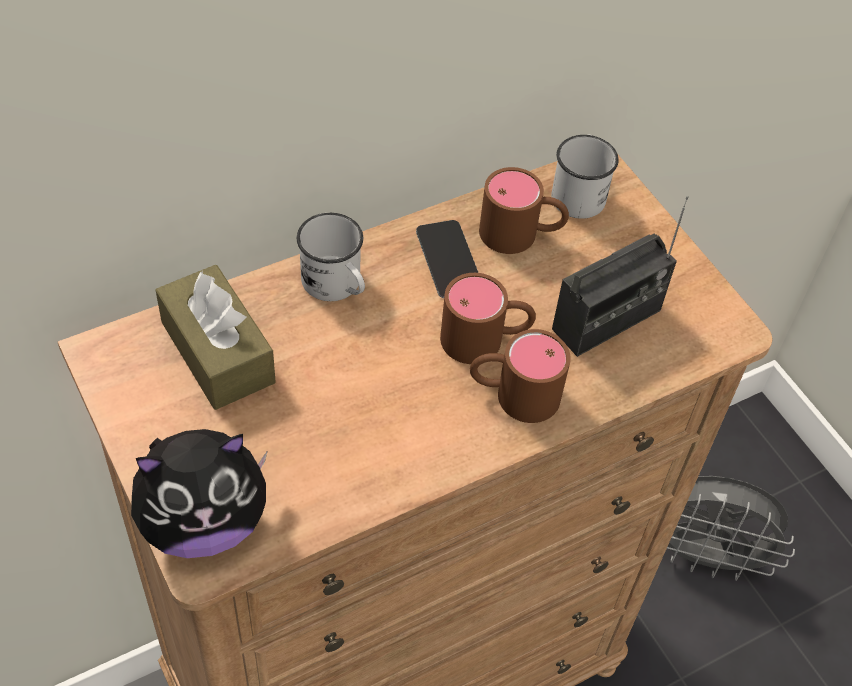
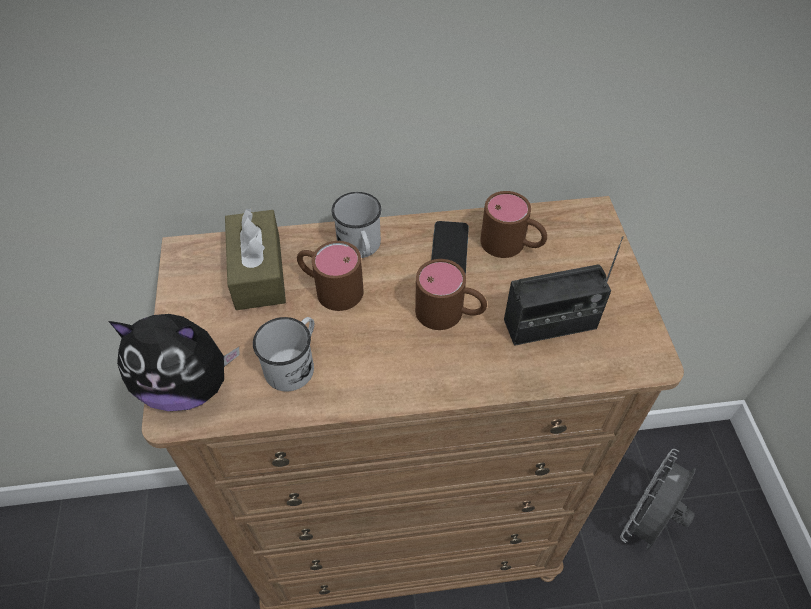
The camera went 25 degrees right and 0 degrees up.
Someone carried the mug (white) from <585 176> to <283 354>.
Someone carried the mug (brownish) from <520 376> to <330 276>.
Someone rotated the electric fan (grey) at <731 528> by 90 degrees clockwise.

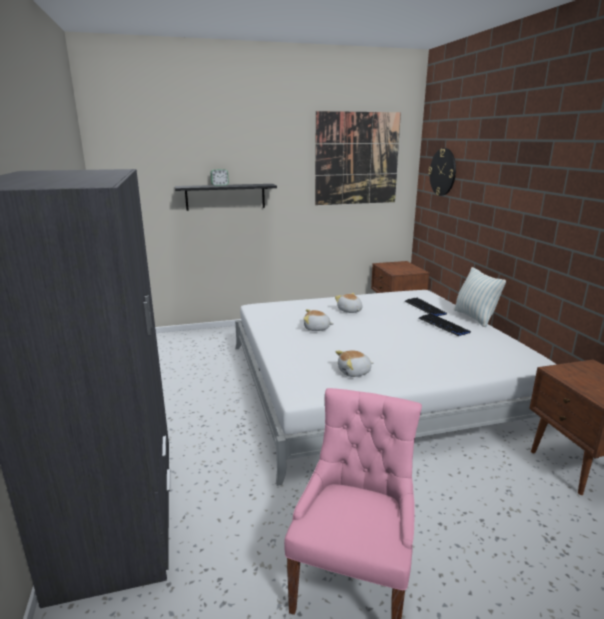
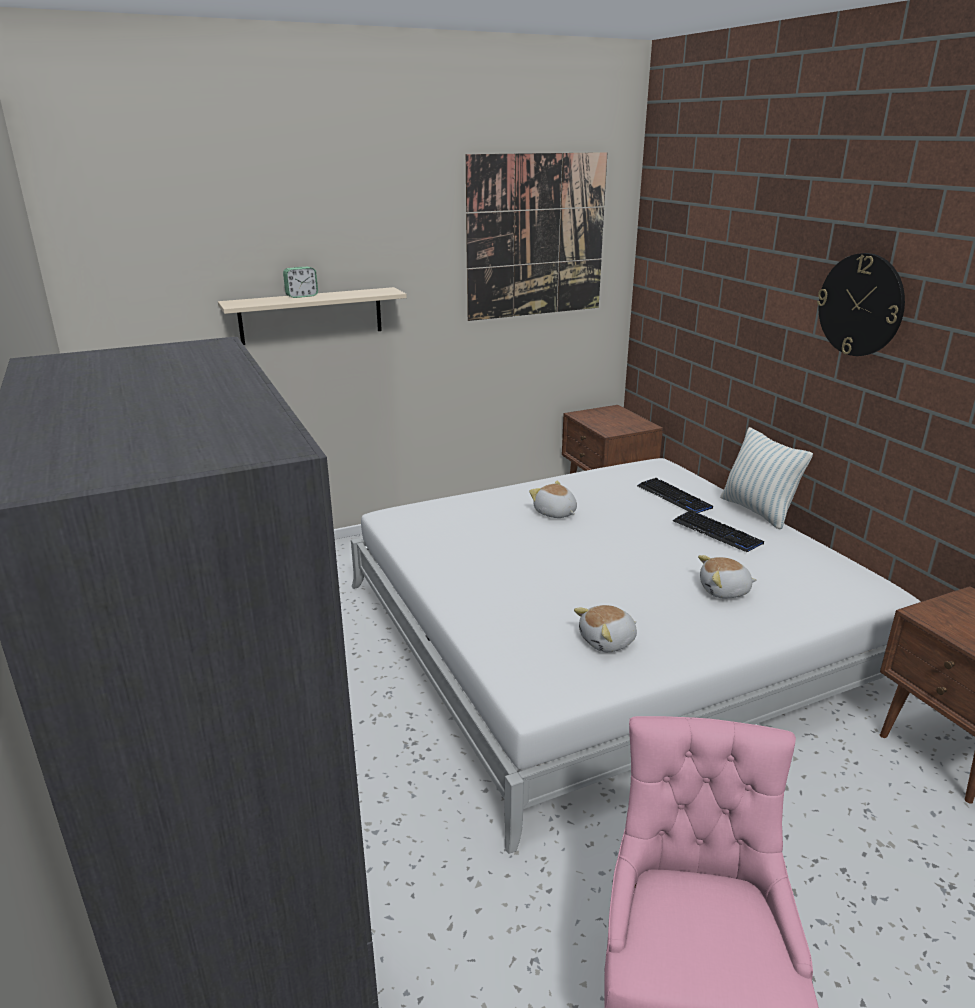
The camera went 10 degrees left and 5 degrees up.
Someone repainted the shelf (blackish) at <226 197>, which became the shelf (beige-coloured) at <312 316>.
Someone carried the plush toy from <318 320> to <727 576>.
Someone carried the clock on the wall from <442 172> to <861 304>.

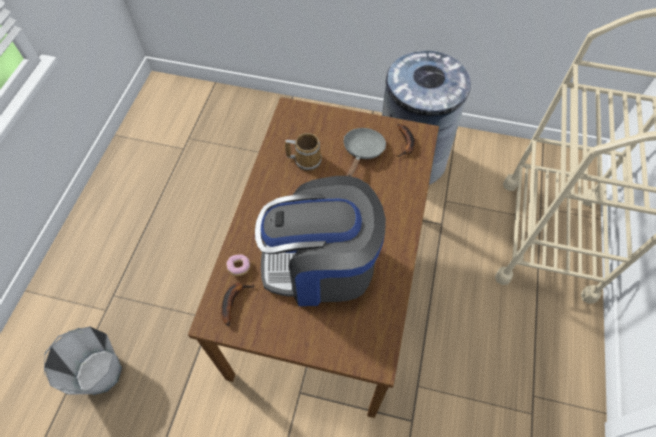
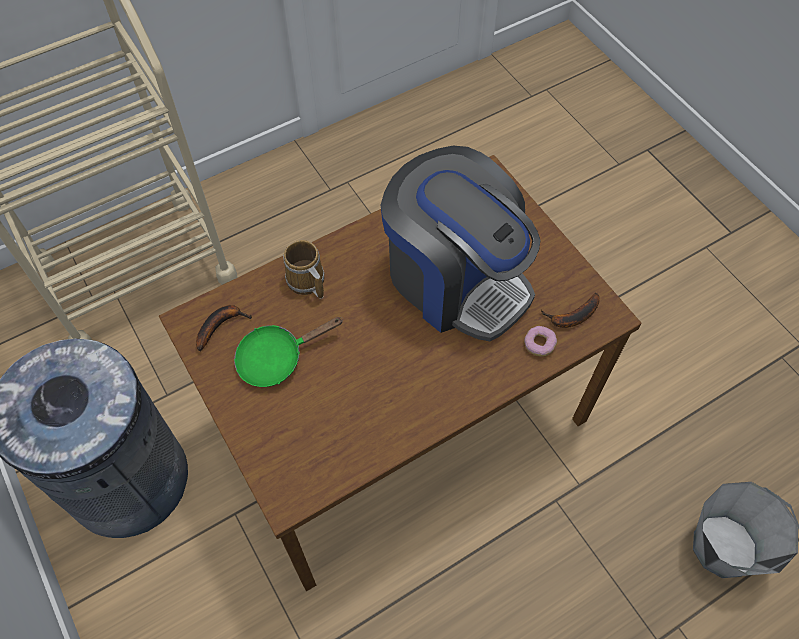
The camera went 135 degrees left and 0 degrees up.
Someone repainted the pan (grey) at <365 152>, which became the pan (green) at <288 352>.
Someone carried the mug from <303 152> to <303 269>.

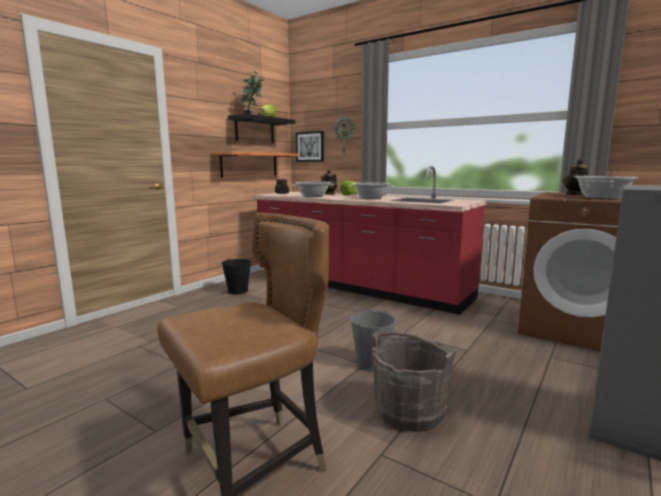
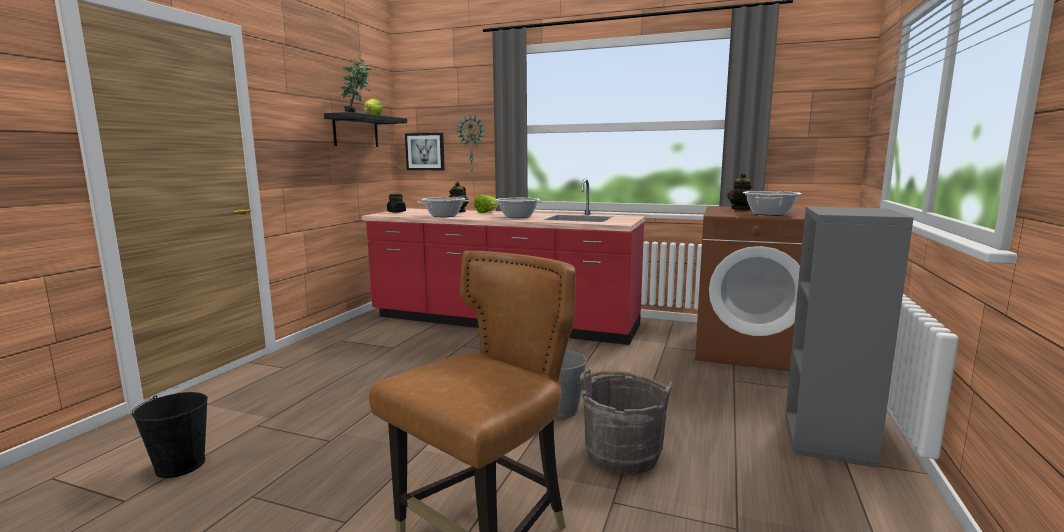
The camera went 15 degrees left and 0 degrees up.
Someone carried the pail (blackish) from <236 276> to <170 435>.
Someone took away the shelf (orange) at <255 165>.

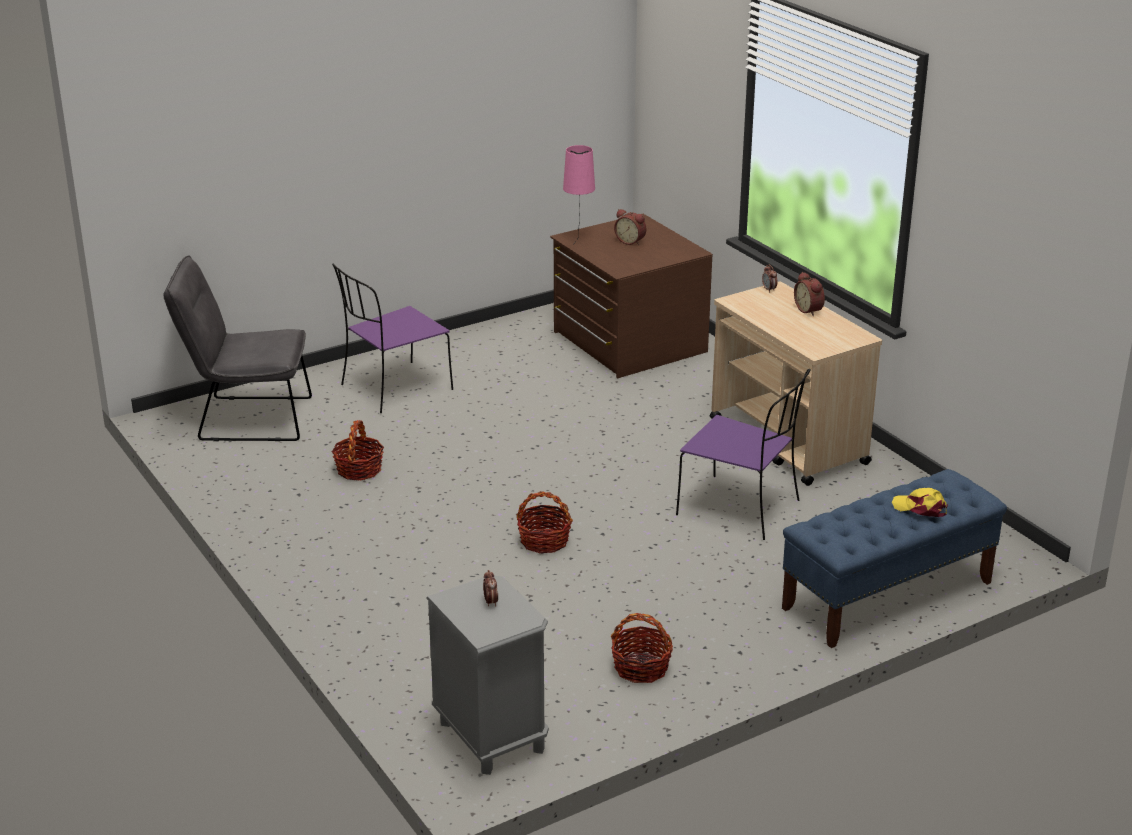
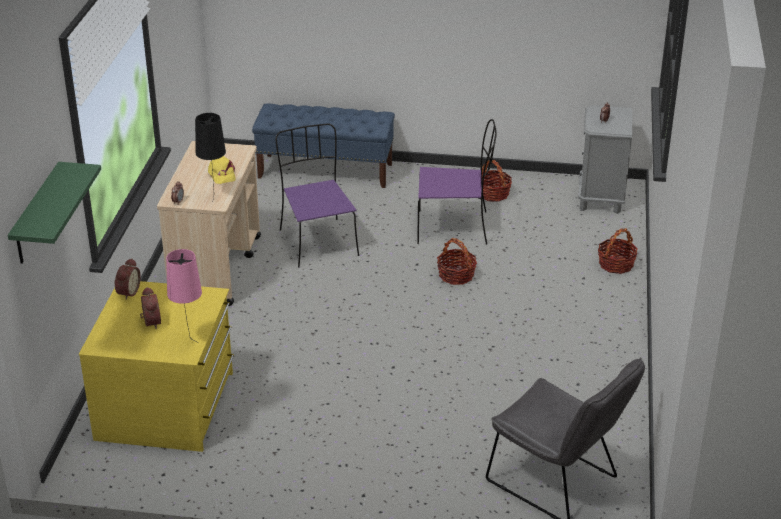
The camera went 140 degrees left and 5 degrees up.
Someone put up the shelf (green) at <54 213>.
Someone repainted the drawer chest (brownish) at <631 296>, which became the drawer chest (yellow) at <156 366>.
Someone carried the alarm clock from <809 294> to <127 279>.
Someone put down the table lamp (blackish) at <210 158>.
Someone carried the baseball cap (yellow) from <920 502> to <222 170>.
Someone carried the plain chair (purplish) from <392 338> to <457 182>.
Someone carried the basket from <358 450> to <618 251>.

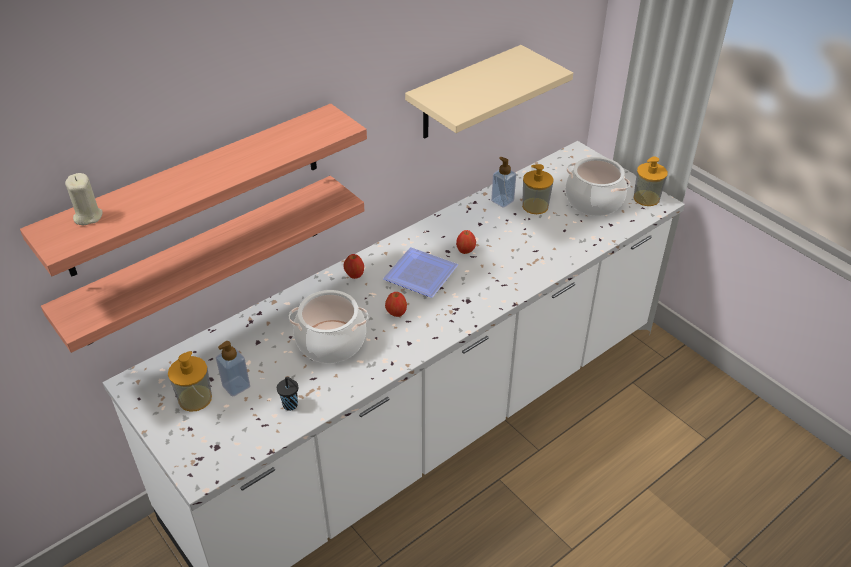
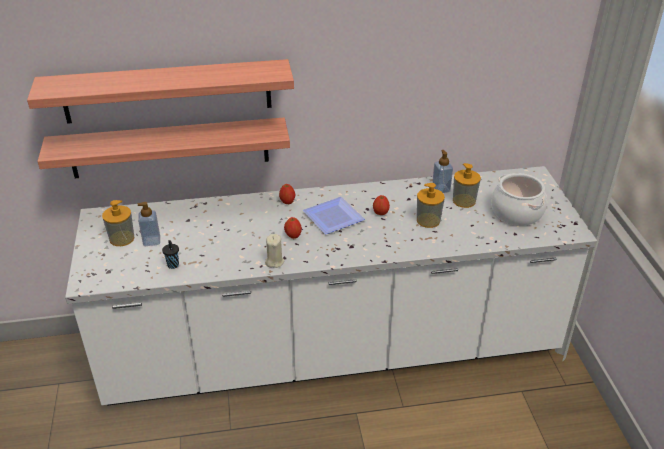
The camera went 30 degrees right and 5 degrees down.
Someone carried the wax light (beige-coloured) from <84 199> to <274 251>.
Someone carried the soap dispenser from <651 181> to <431 205>.
Someone took away the cooking pot at <328 326>.
Someone took away the shelf (beige-coloured) at <489 92>.

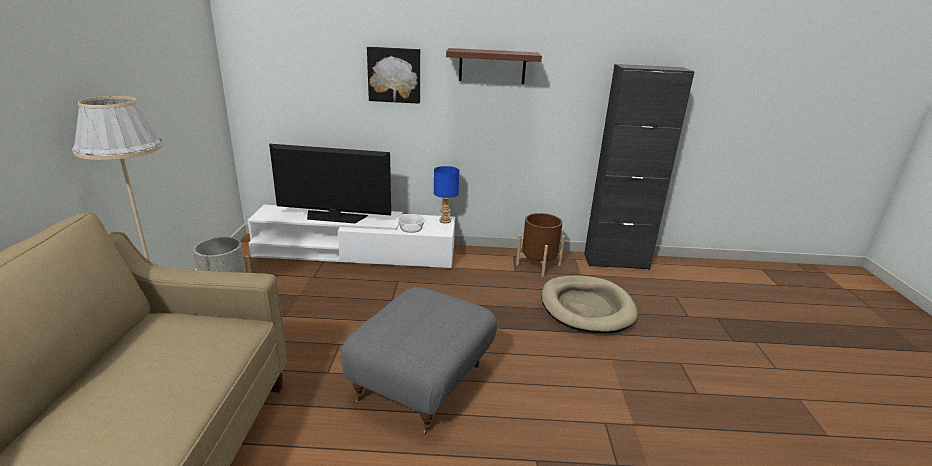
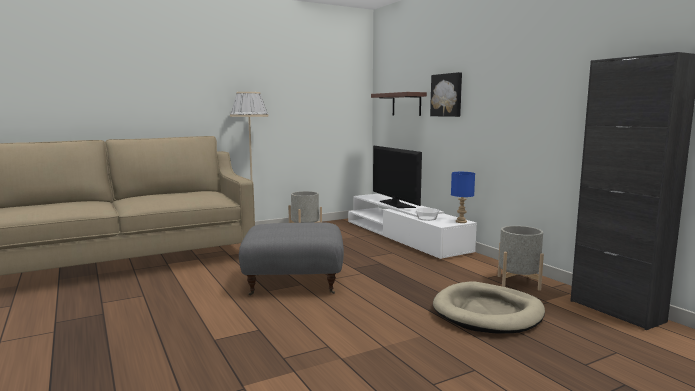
The camera went 60 degrees right and 15 degrees down.
Someone carried the shelf from <494 66> to <399 104>.
Someone repainted the planter (brownish) at <540 245>, which became the planter (grey) at <521 258>.

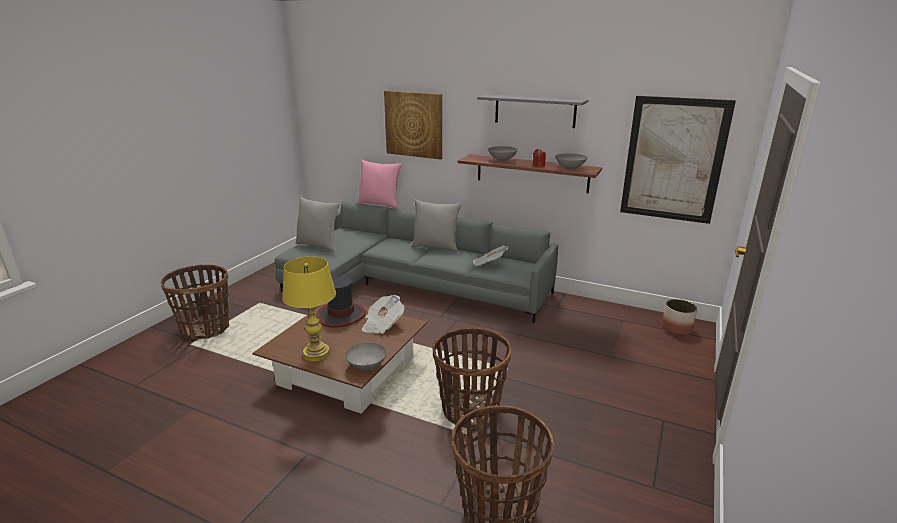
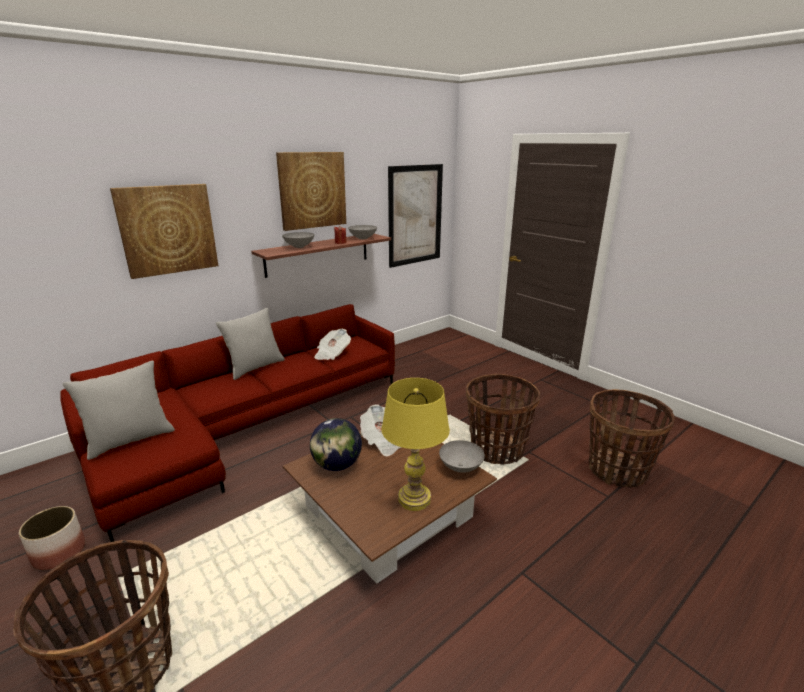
The camera went 65 degrees left and 0 degrees up.
Someone carried the planter from <679 317> to <52 538>.
Someone repainted the settee (grey) at <416 262>, which became the settee (red-coloured) at <228 423>.
Someone swapped the shelf (grey) at <533 111> for the wall art at <311 191>.
Someone swapped the clothing hat at <341 302> for the desk globe at <336 444>.
Someone took away the pillow (pinkish) at <379 184>.

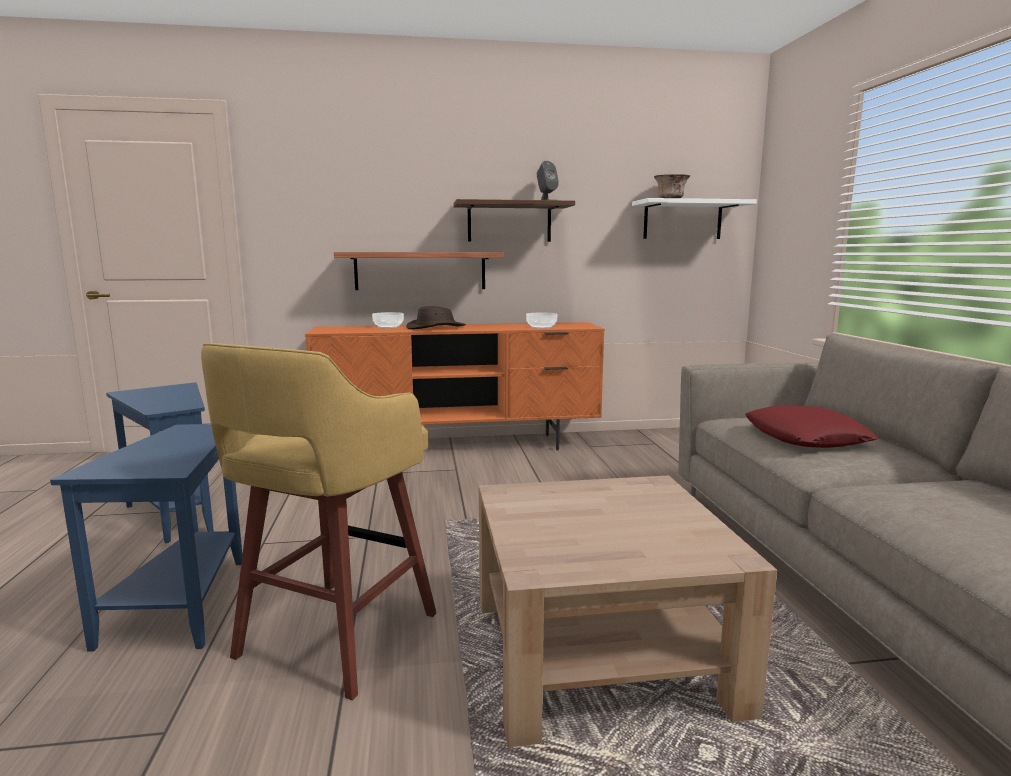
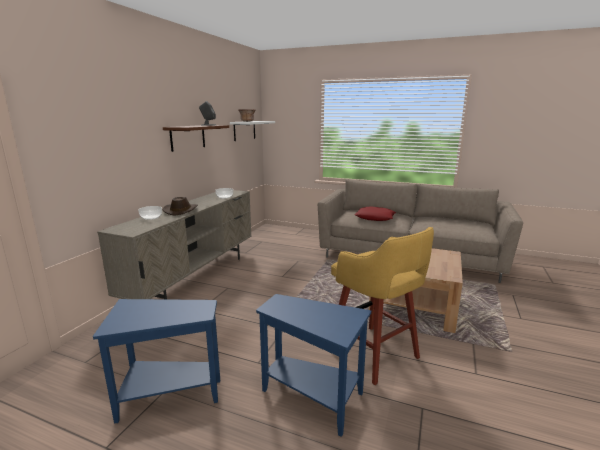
The camera went 60 degrees left and 5 degrees up.
Someone repainted the media console (orange) at <455 386>, which became the media console (beige-coloured) at <174 244>.
Someone took away the shelf at <419 271>.

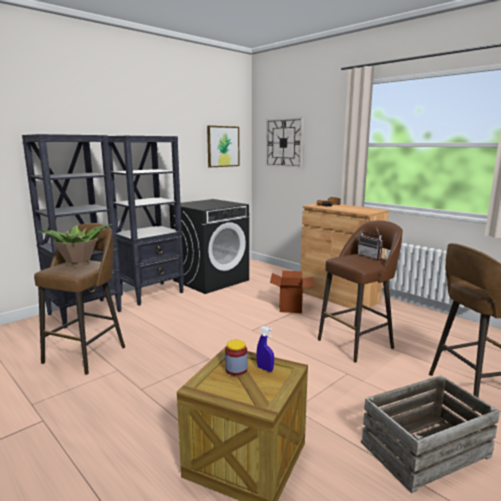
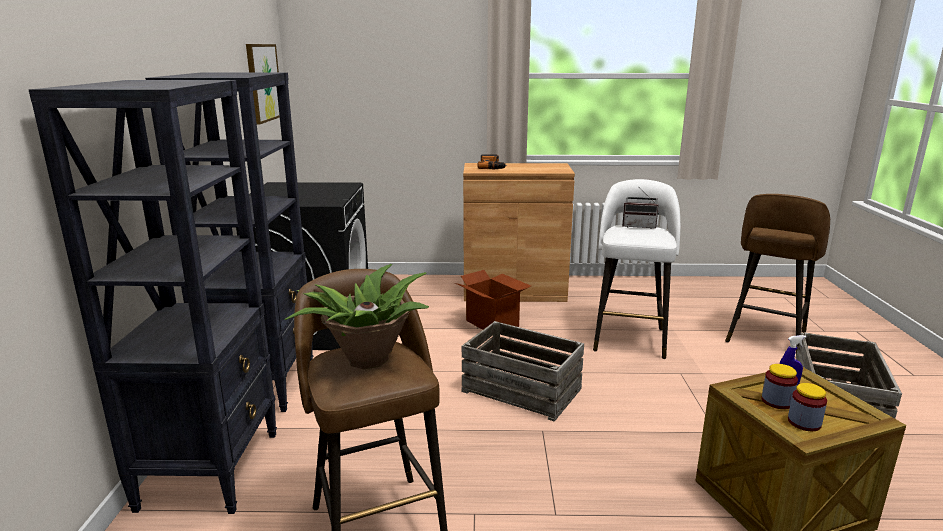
The camera went 45 degrees left and 5 degrees up.
Someone put down the shipping crate at <522 371>.
Someone repainted the stool (brownish) at <360 291>, which became the stool (white) at <636 269>.
Someone put down the preserve jar at <807 407>.
Someone took away the clock on the wall at <284 142>.

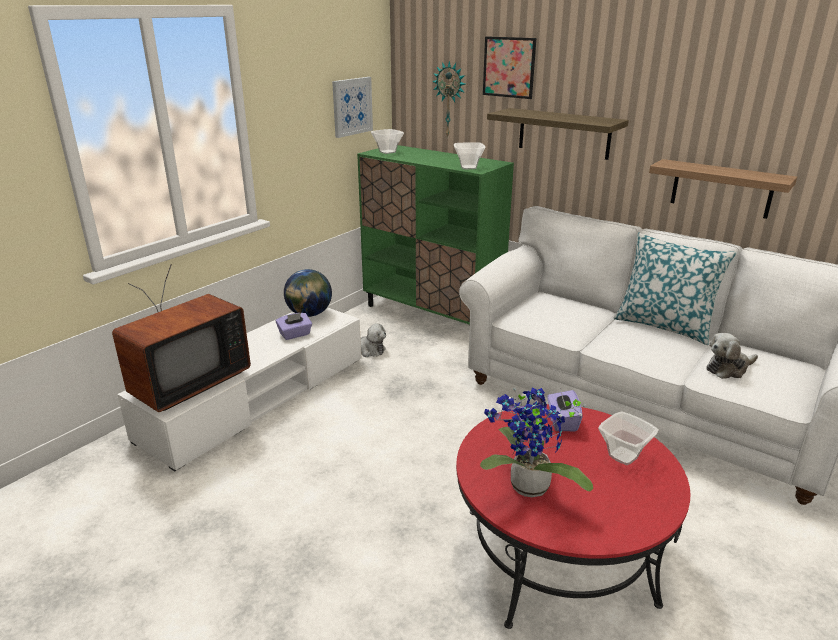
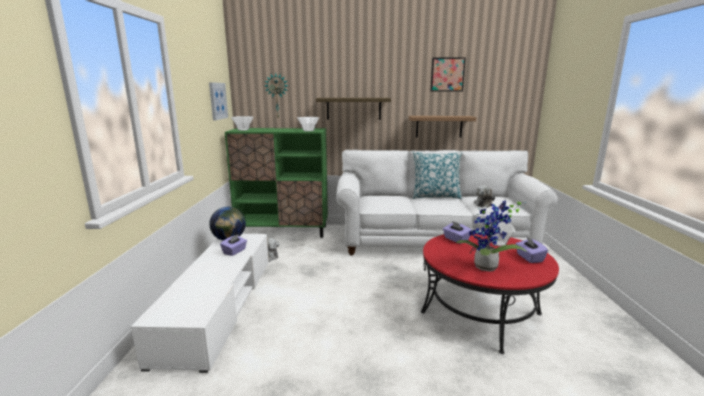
The camera went 35 degrees left and 10 degrees down.
Someone carried the wall art from <509 67> to <448 74>.
Someone put down the box of tissues (purplish) at <532 250>.
Someone took away the television at <181 338>.

